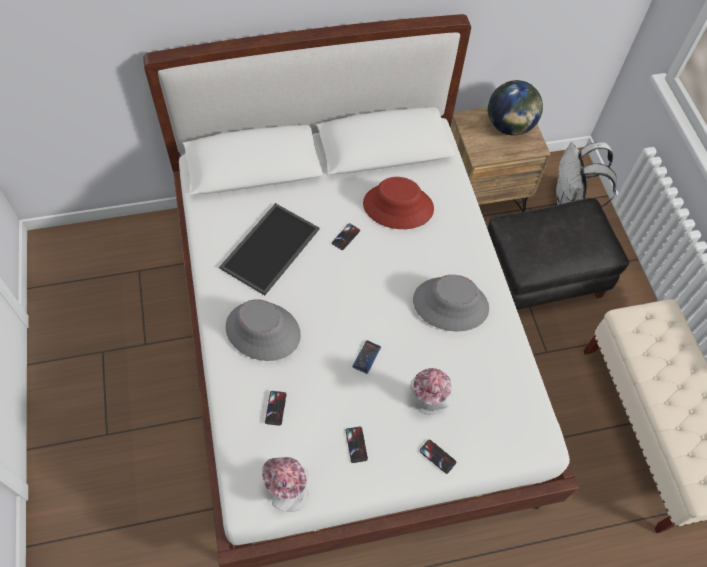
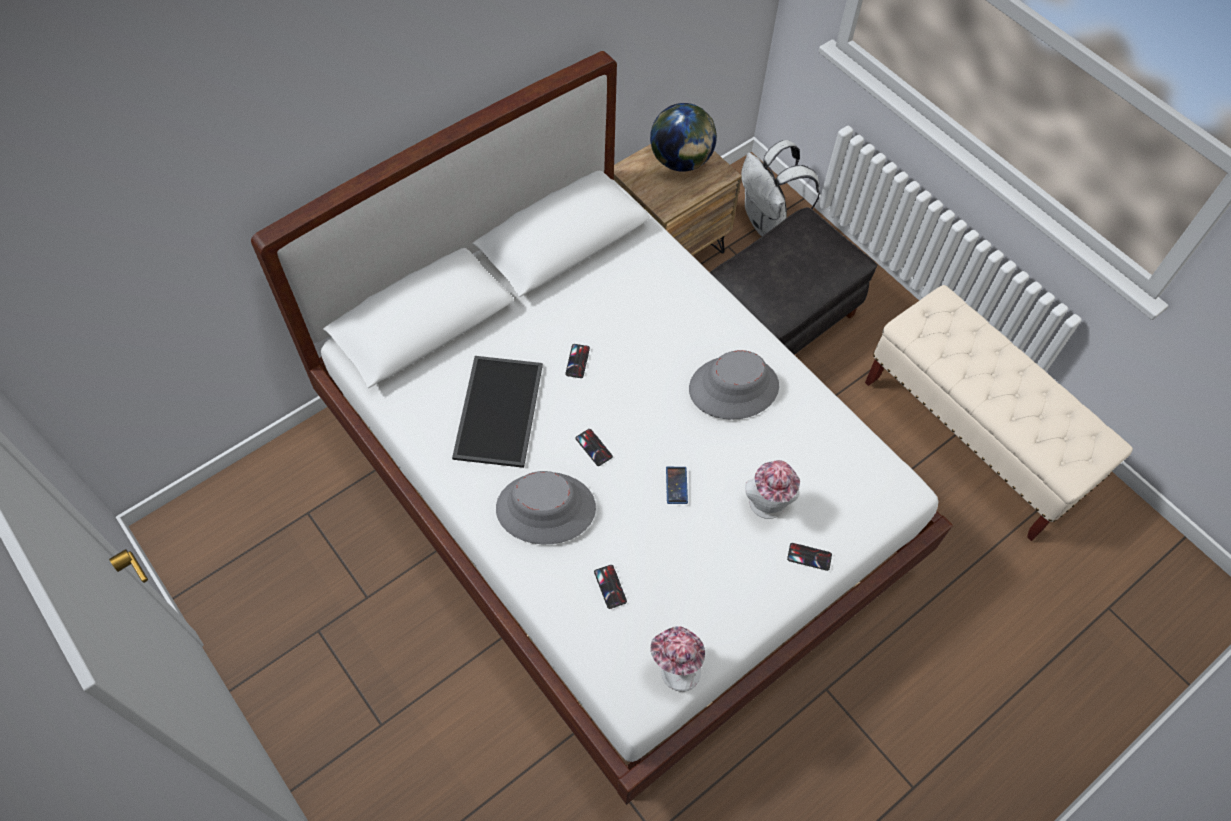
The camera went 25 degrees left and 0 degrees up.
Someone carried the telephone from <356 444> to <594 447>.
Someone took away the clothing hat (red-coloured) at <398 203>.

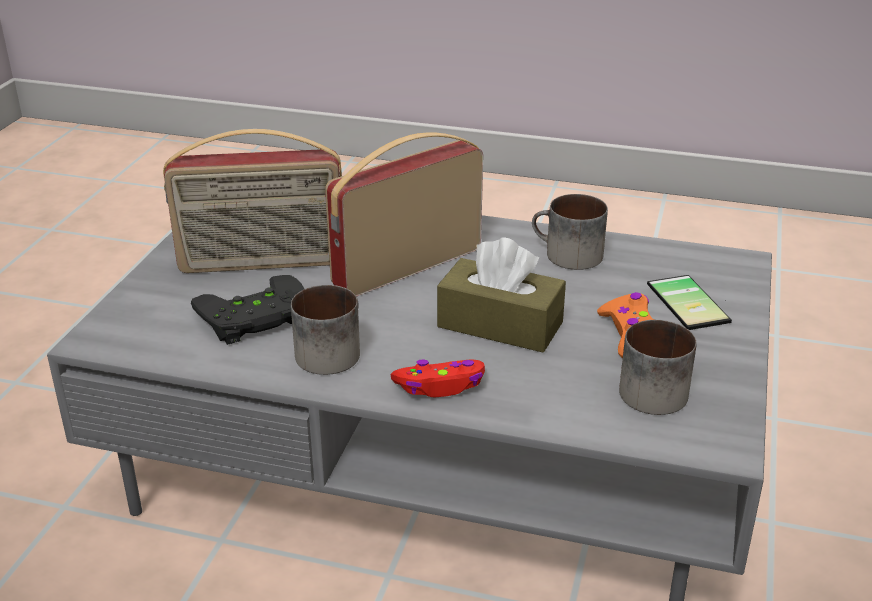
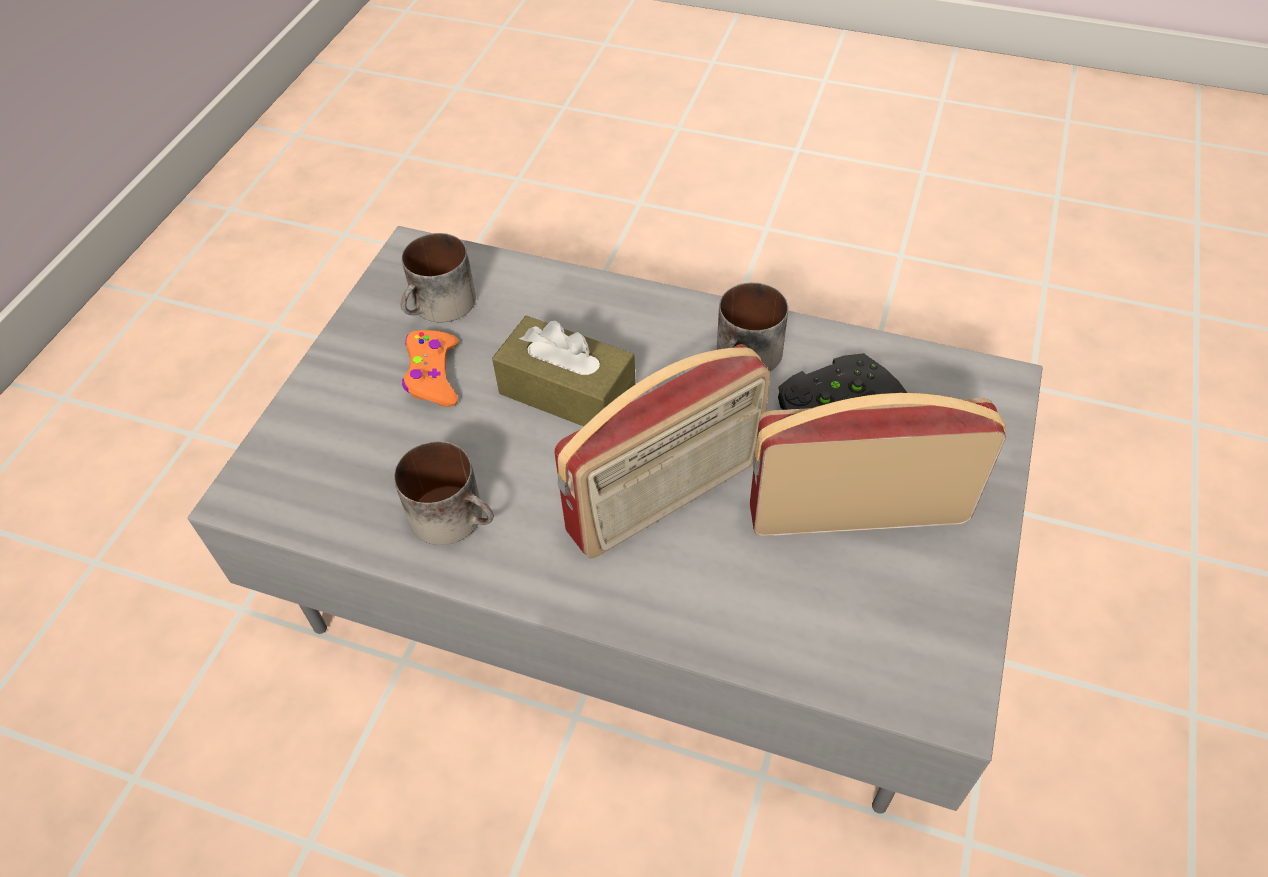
The camera went 175 degrees left and 20 degrees up.
Someone took away the joypad (red-coloured) at <437 378>.
Someone took away the telephone at <689 302>.

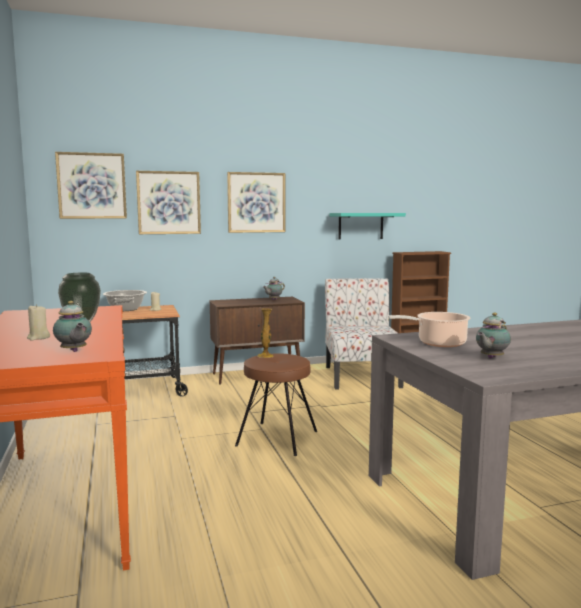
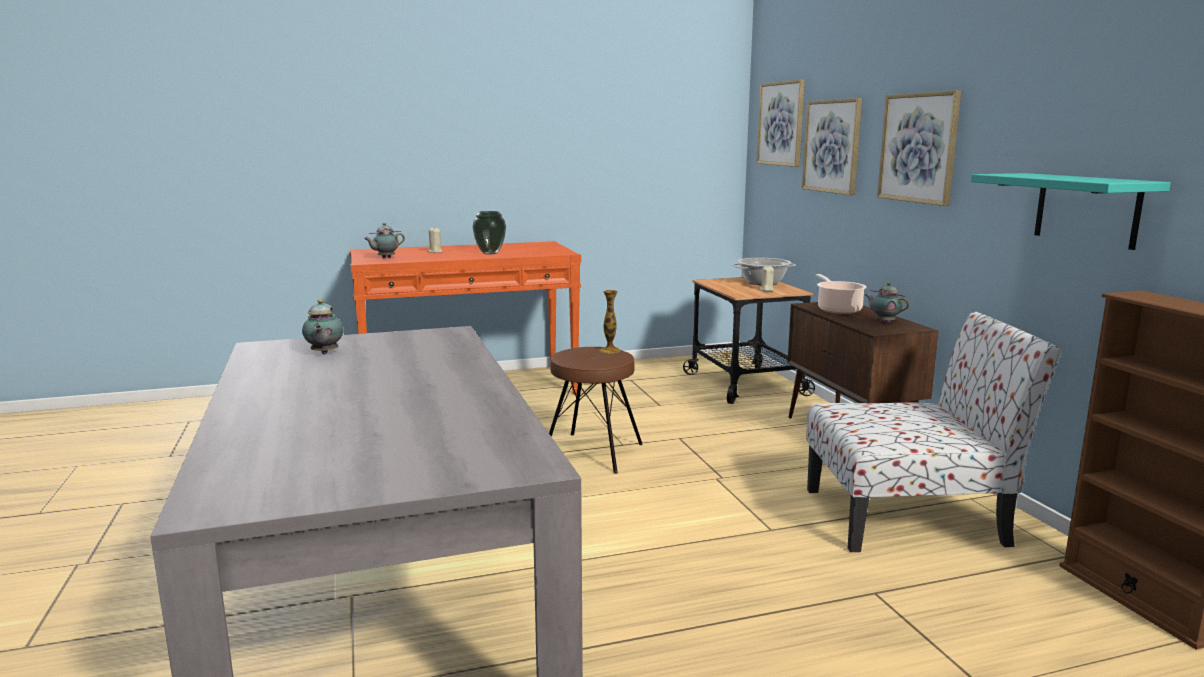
The camera went 90 degrees right and 5 degrees up.
Someone rotated the teapot at <493 335> by 150 degrees counterclockwise.
Someone carried the cooking pot from <429 329> to <841 294>.

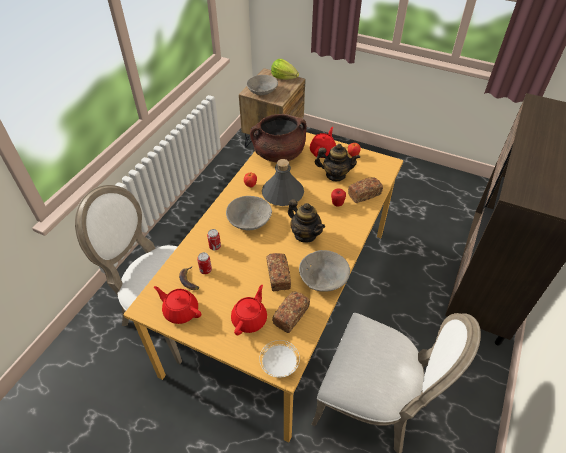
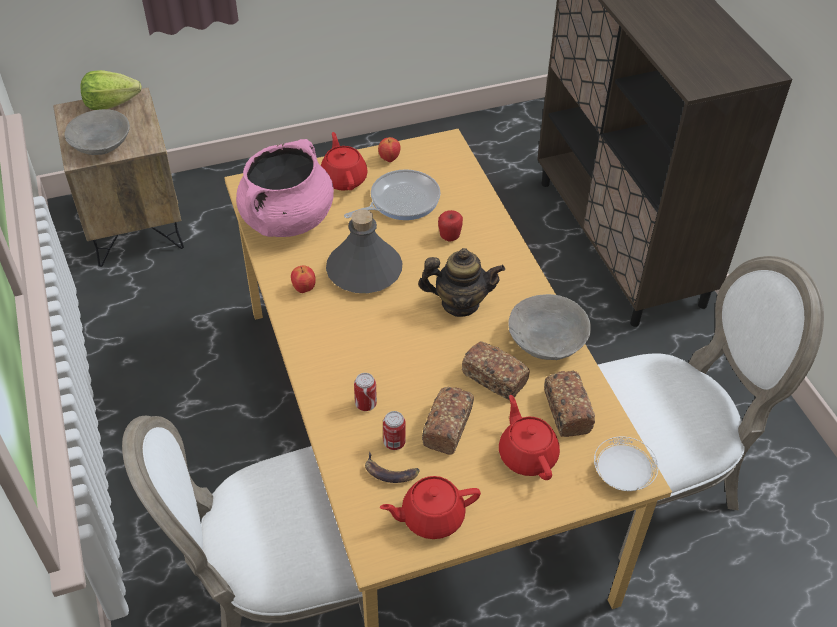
The camera went 45 degrees left and 0 degrees up.
Someone repainted the cooking pot (brownish) at <278 138>, which became the cooking pot (pinkish) at <285 188>.
Someone swapped the teapot at <337 162> for the pan at <392 194>.
Someone carried the bread from <365 190> to <448 421>.
Someone took away the bowl (grey) at <249 213>.

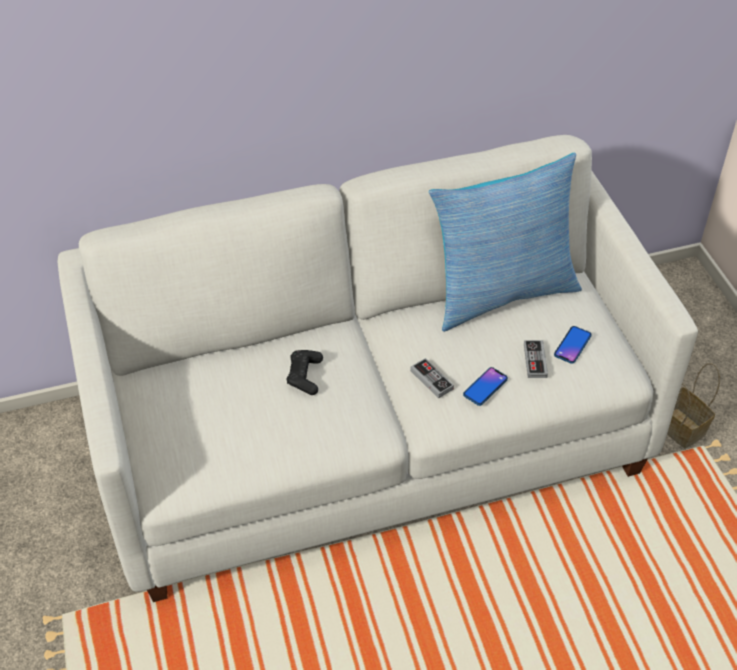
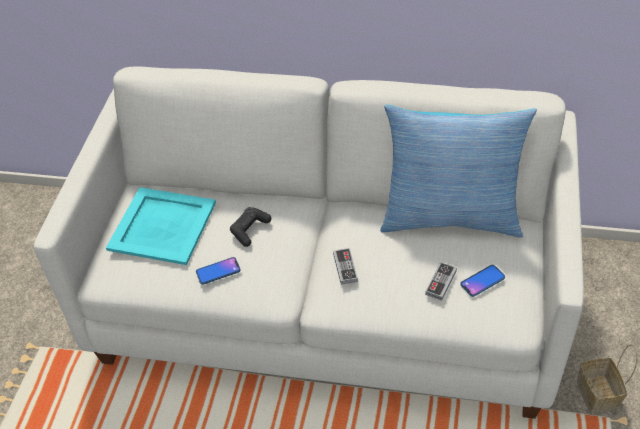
The camera went 30 degrees right and 0 degrees up.
Someone put down the carrying tray (turquoise-coloured) at <161 226>.
Someone carried the telephone from <485 386> to <218 271>.

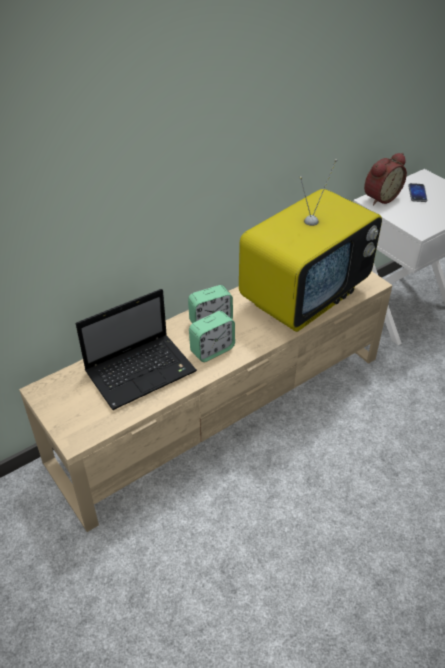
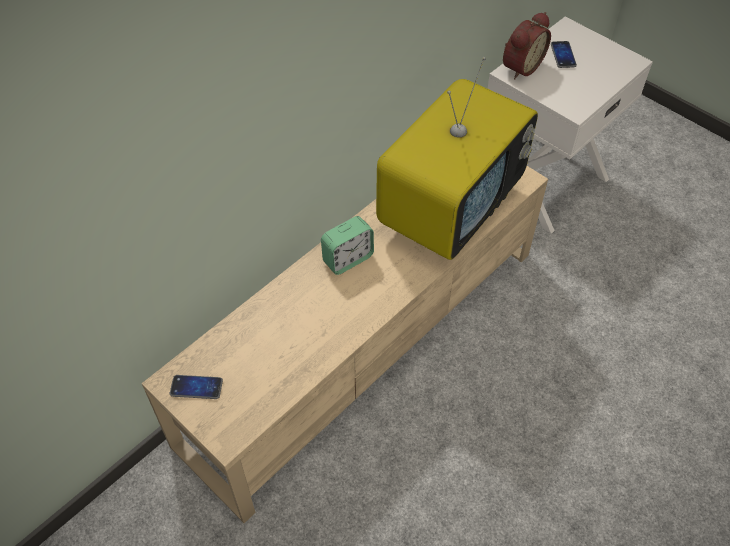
The camera went 10 degrees left and 10 degrees up.
Someone put down the telephone at <196 387>.
Someone took away the laptop at <136 349>.
Someone took away the alarm clock at <212 336>.

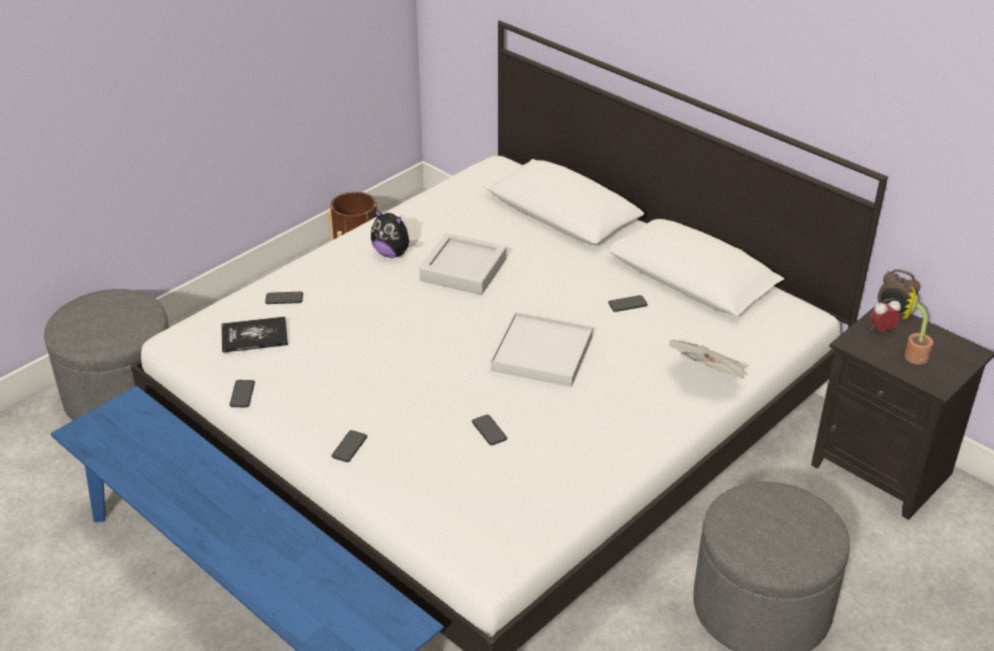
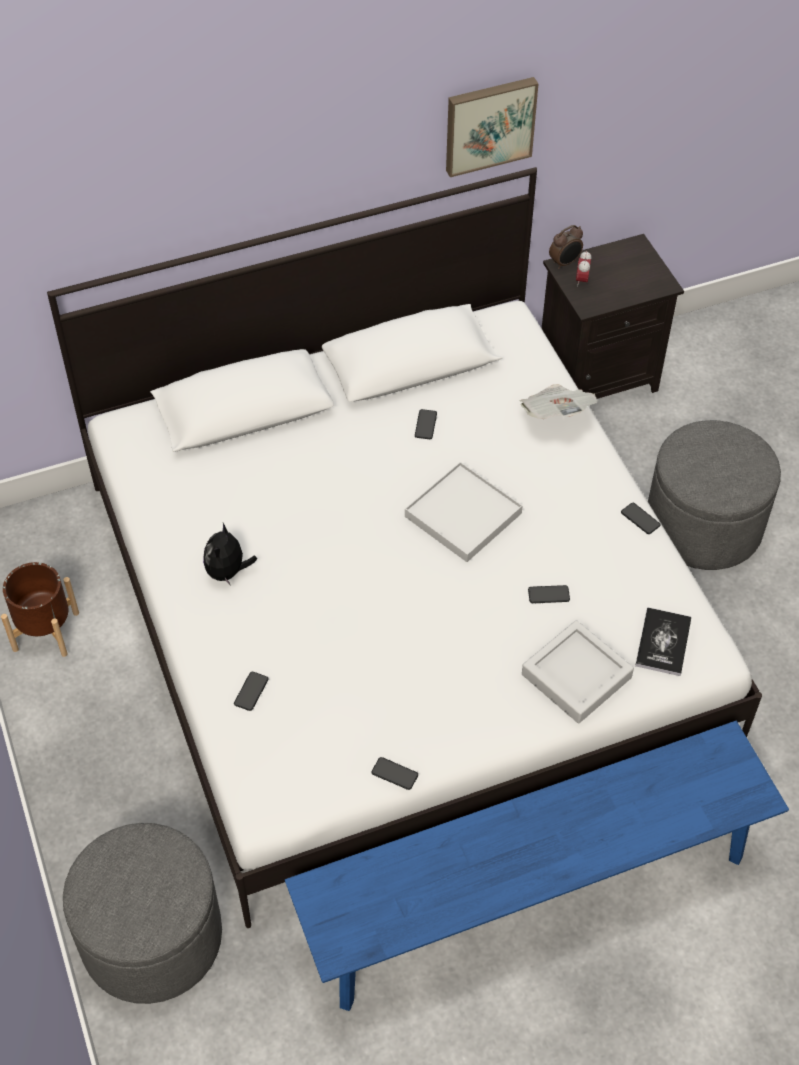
The camera went 65 degrees left and 15 degrees up.
Someone rotated the plush toy at <394 233> by 135 degrees clockwise.
Someone put up the wall art at <492 127>.
Someone carried the carrying tray (grey) from <462 264> to <578 671>.
Someone carried the telephone from <349 446> to <641 518>.
Someone carried the volume from <254 335> to <663 641>.
Someone took away the potted plant at <917 325>.

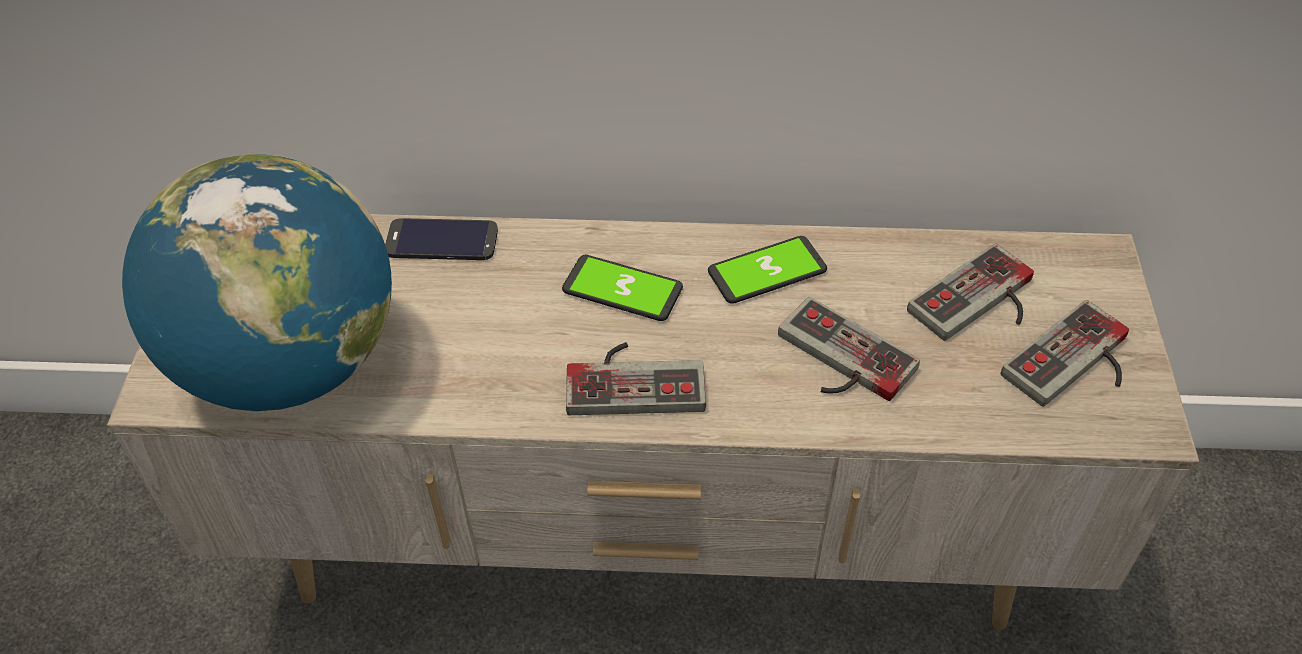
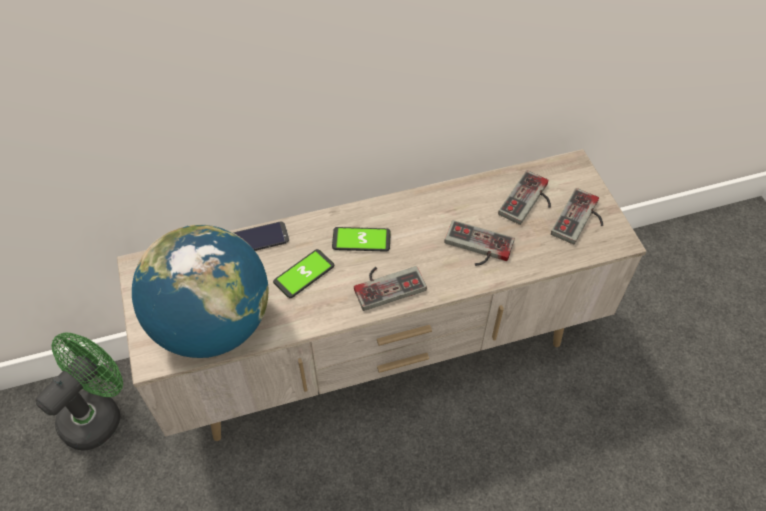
The camera went 20 degrees left and 5 degrees up.
Someone put down the electric fan (green) at <79 391>.
Someone carried the telephone from <767 270> to <303 273>.

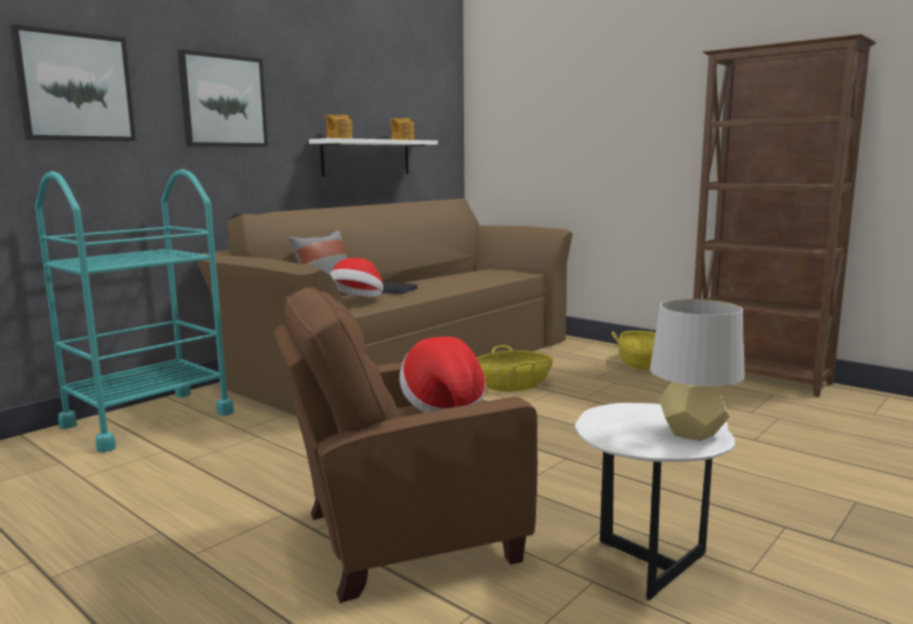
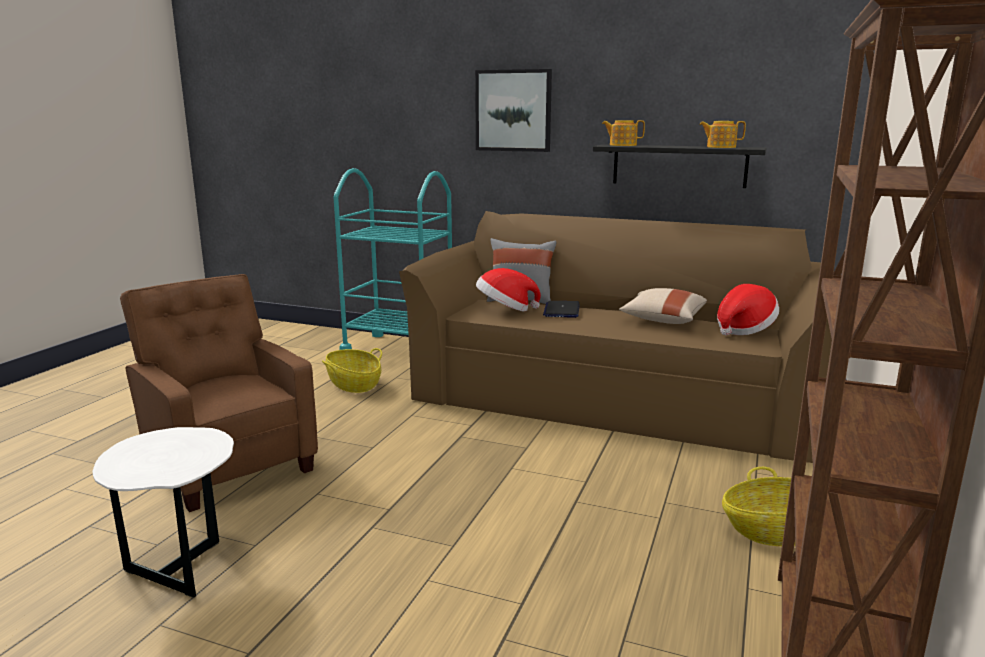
The camera went 70 degrees right and 5 degrees up.
Someone carried the basket from <515 368> to <352 370>.
Someone repainted the shelf (white) at <373 157>, which became the shelf (blackish) at <680 166>.
Someone put down the pillow (beige-coloured) at <663 306>.
Someone carried the clothing hat from <442 375> to <748 309>.
Someone took away the wall art at <73 82>.
Someone took away the table lamp (grey) at <697 370>.

